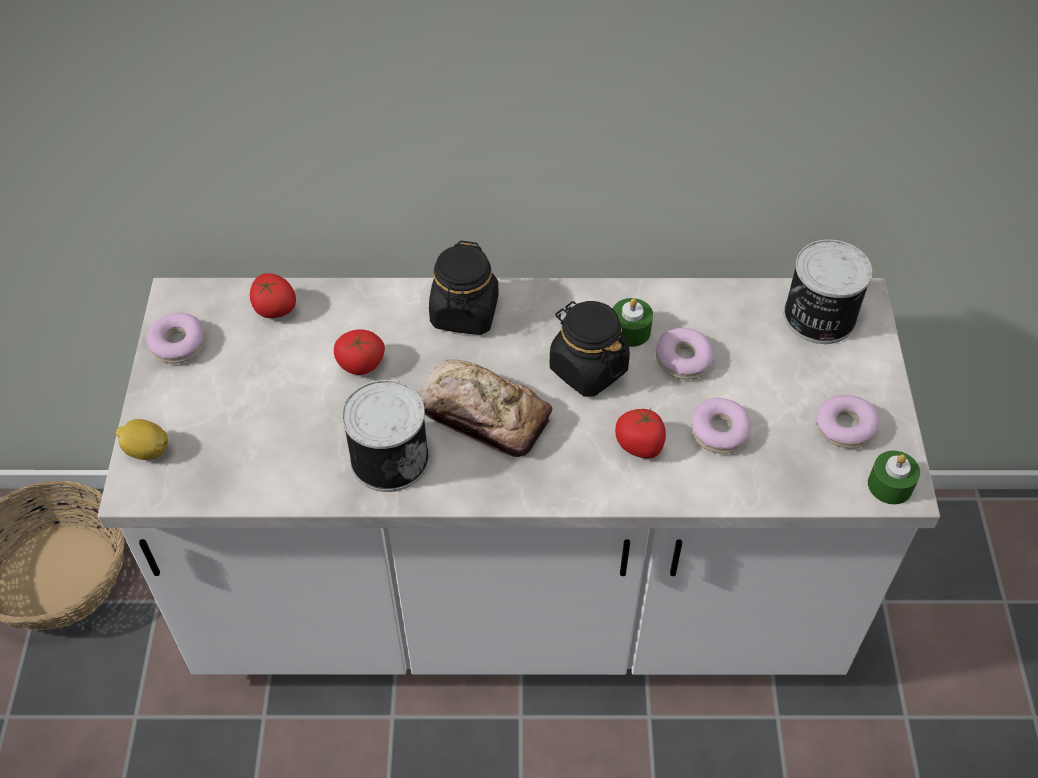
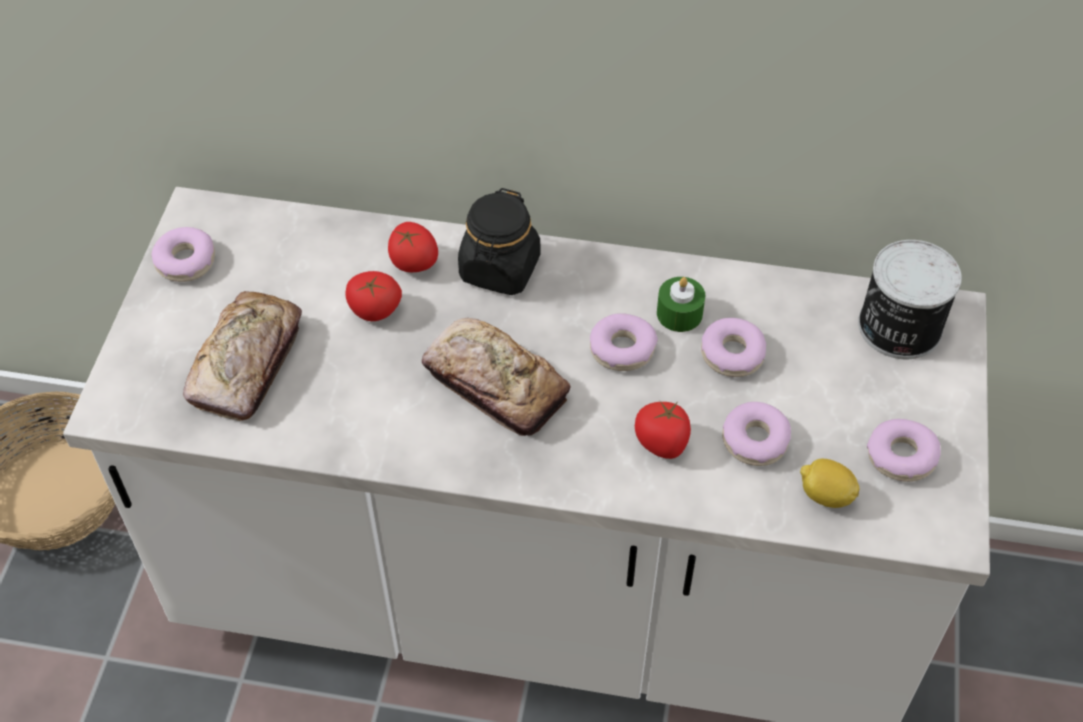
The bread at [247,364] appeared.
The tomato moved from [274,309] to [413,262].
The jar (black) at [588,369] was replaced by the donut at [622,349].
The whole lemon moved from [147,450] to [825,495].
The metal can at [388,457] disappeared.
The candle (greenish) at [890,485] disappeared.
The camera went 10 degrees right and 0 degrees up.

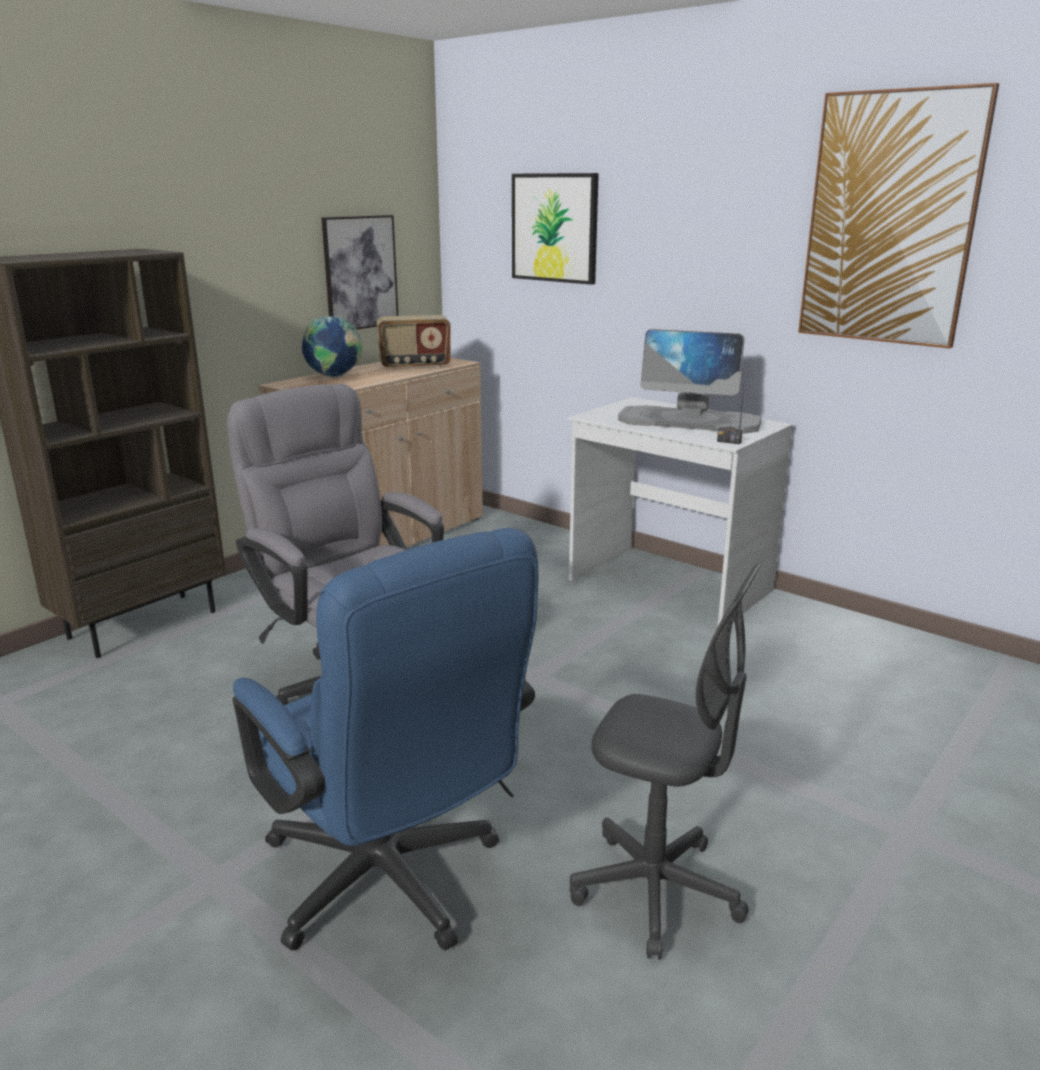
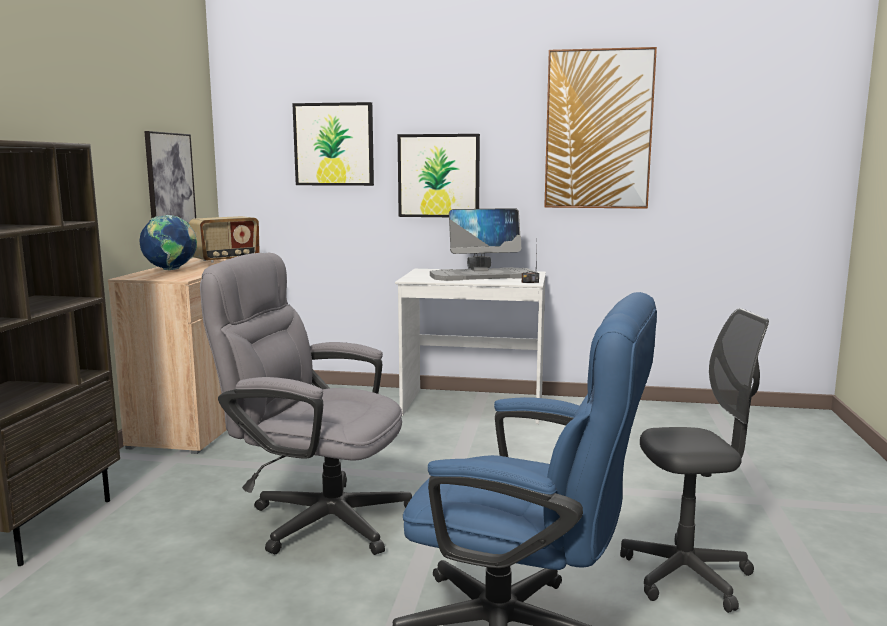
The wall picture at [438,176] appeared.
The camera went 30 degrees left and 10 degrees down.

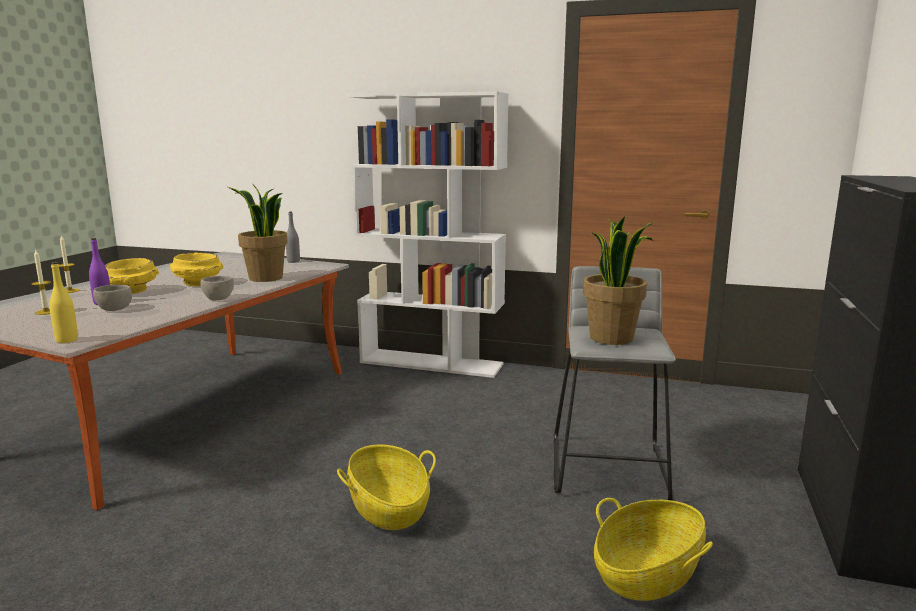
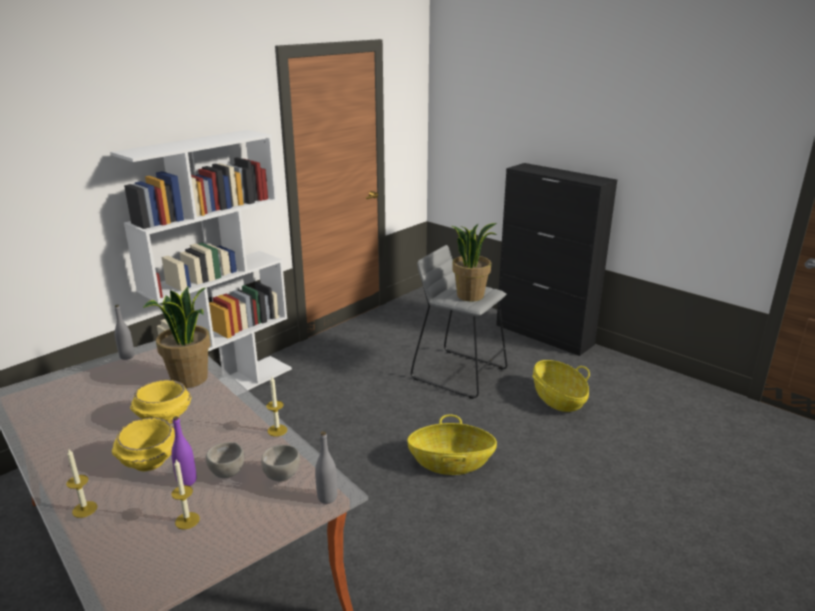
The bowl (gray) moved from [219,298] to [281,474].
The candle at [277,430] appeared.
The drink bottle (yellow) at [67,340] became the drink bottle (gray) at [327,497].
The camera went 65 degrees left and 10 degrees up.

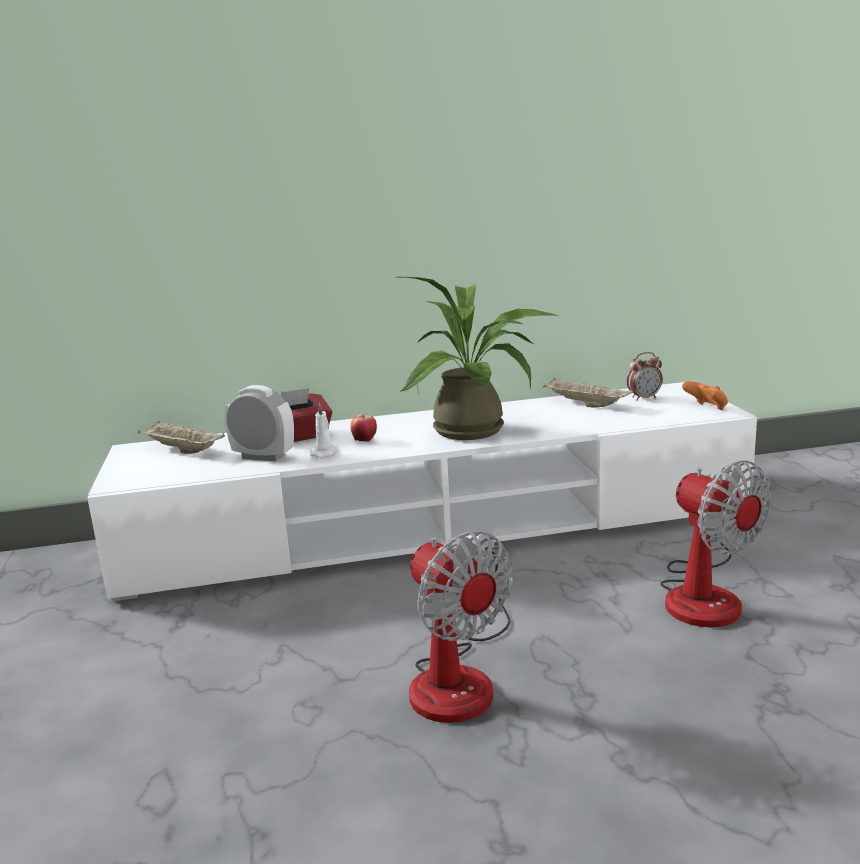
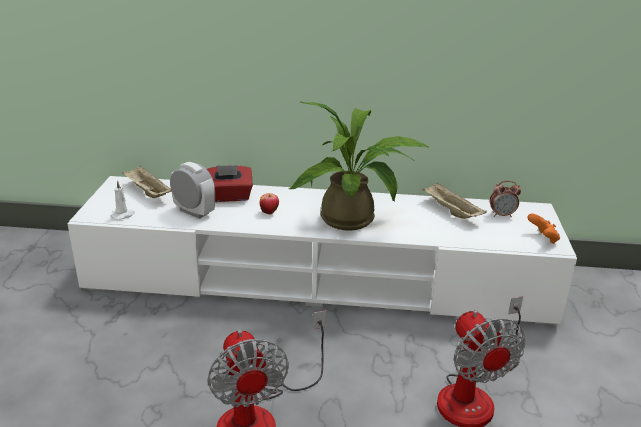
The candle (white-coloured) moved from [325,453] to [123,215].
The camera went 15 degrees right and 10 degrees up.

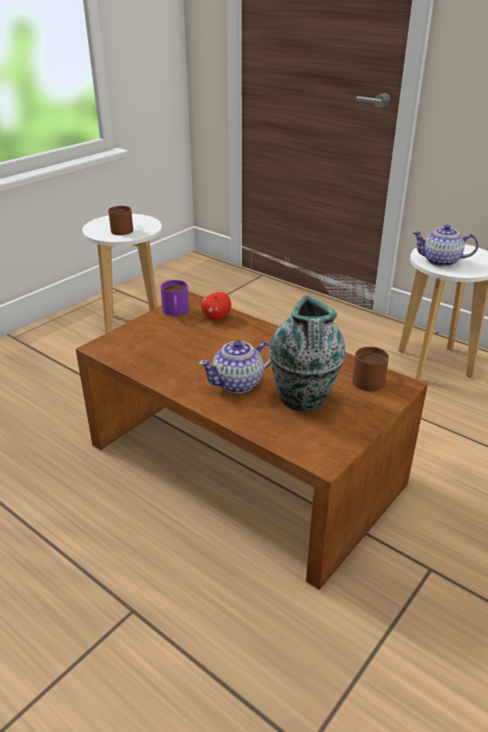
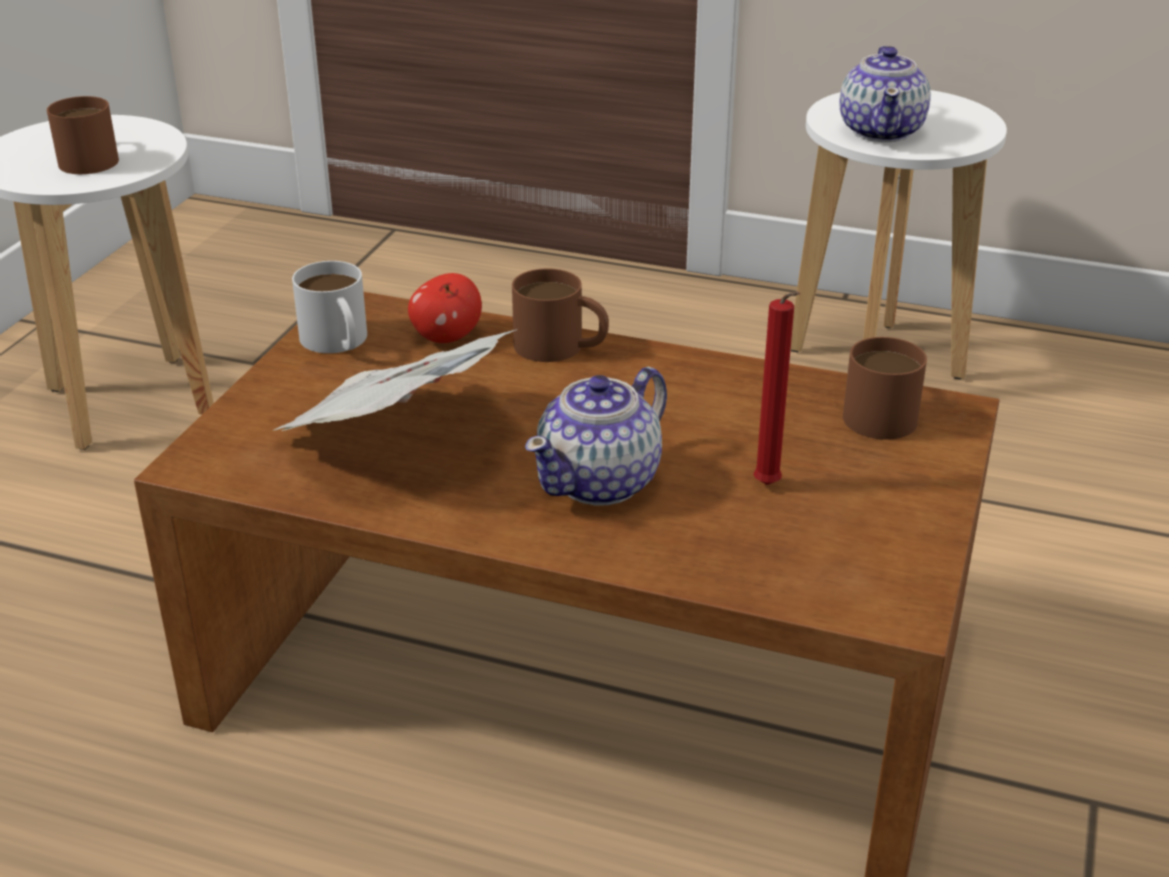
The newspaper at [397,436] appeared.
The tea mug (purplish) at [175,312] became the tea mug (white-coloured) at [338,343].
The tea mug (brown-coloured) at [561,347] appeared.
The decorative vase at [303,399] was replaced by the candle (reddish) at [769,487].
The pot for tea at [441,261] turned 75 degrees counterclockwise.
The camera went 20 degrees left and 0 degrees up.

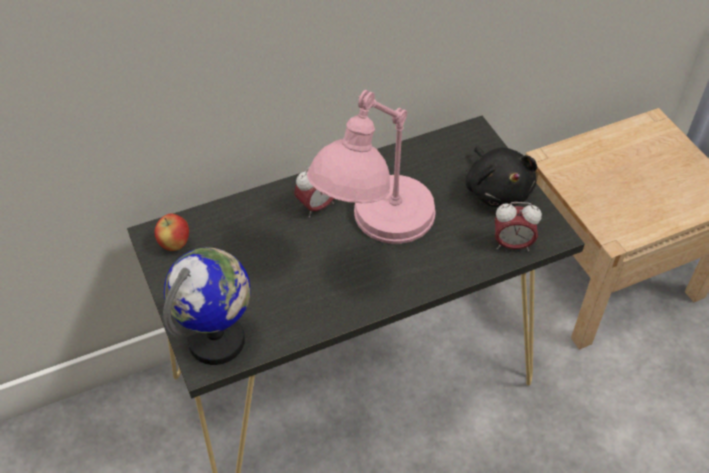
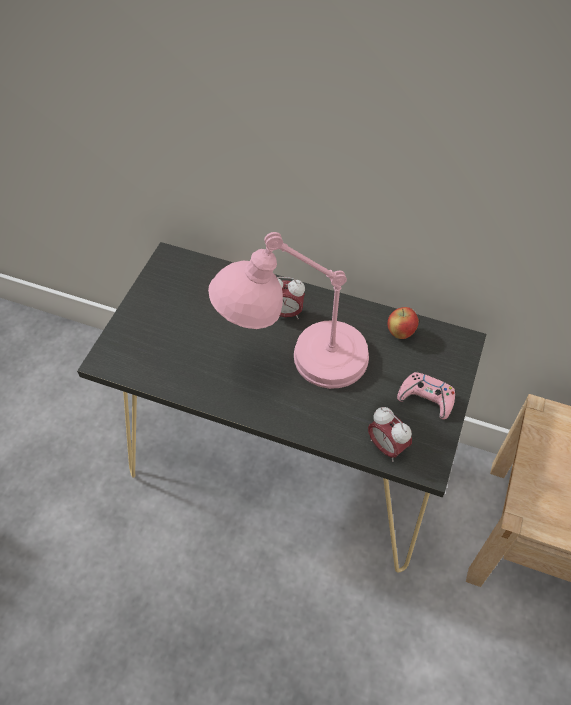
The apple fruit moved from [174,244] to [400,333].
The cuddly toy (black) at [497,190] was replaced by the joypad (pink) at [426,398].
The world globe at [217,341] disappeared.
The camera went 45 degrees right and 5 degrees up.

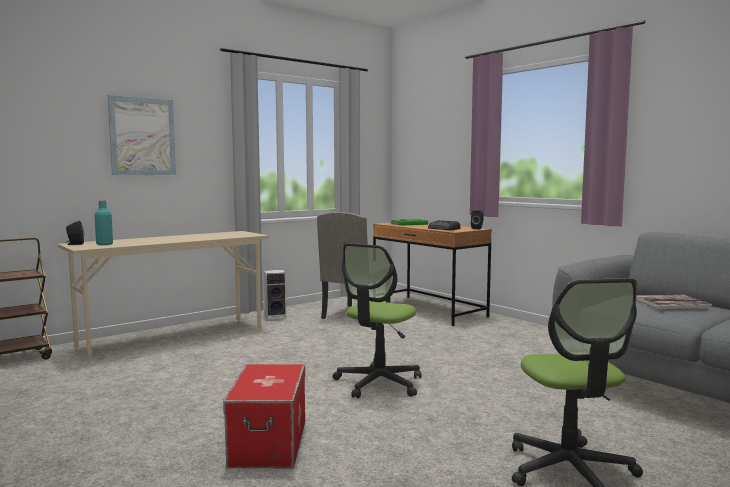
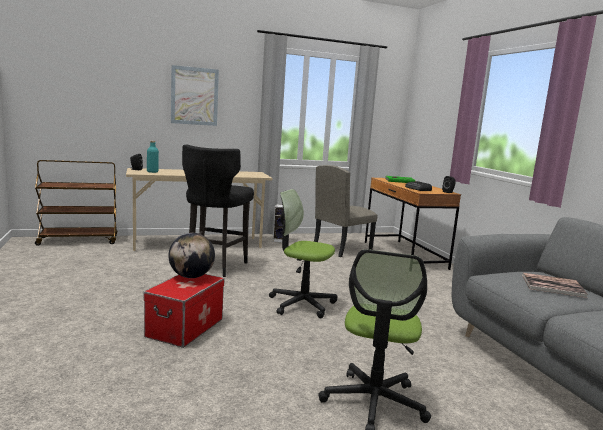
The world globe at [191,277] appeared.
The stool seat (black) at [214,266] appeared.
The office chair at [378,383] turned 60 degrees clockwise.
The camera went 20 degrees right and 5 degrees up.

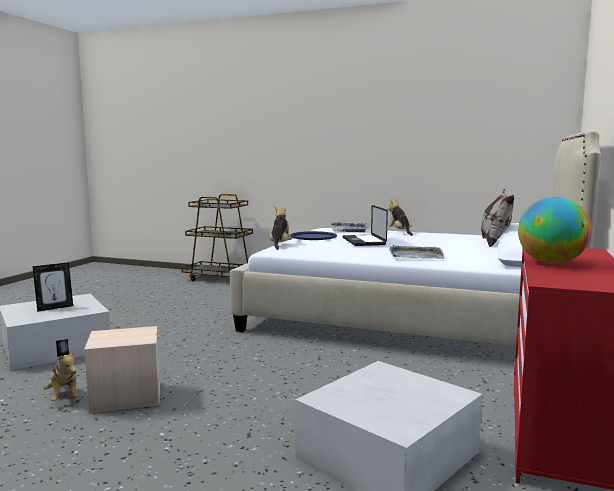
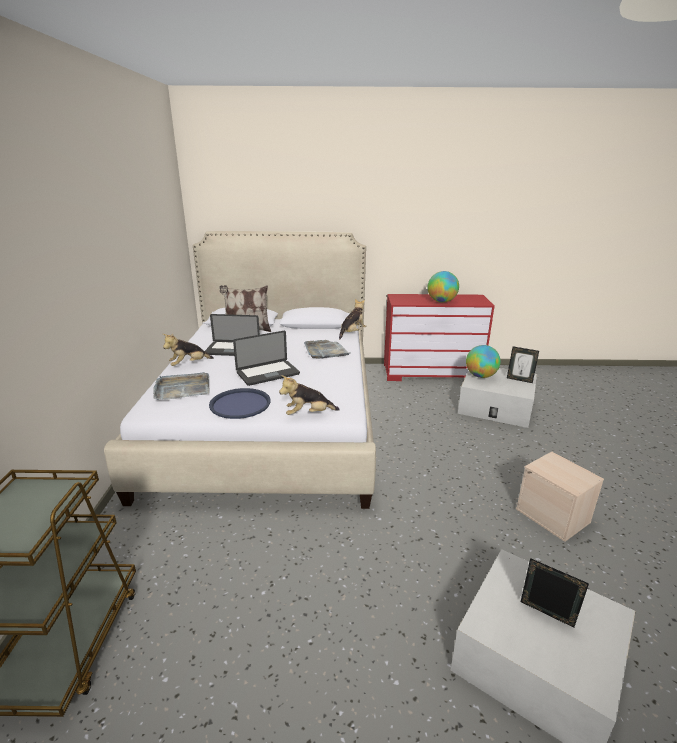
The notebook computer at [232,350] appeared.
The cuddly toy moved from [64,397] to [352,333].
The world globe at [480,376] appeared.
The picture frame at [519,379] appeared.
The camera went 110 degrees left and 15 degrees up.

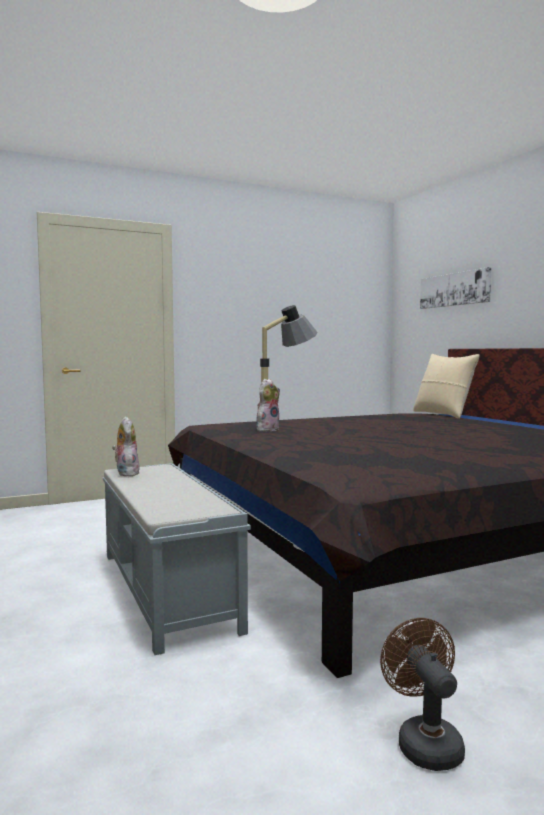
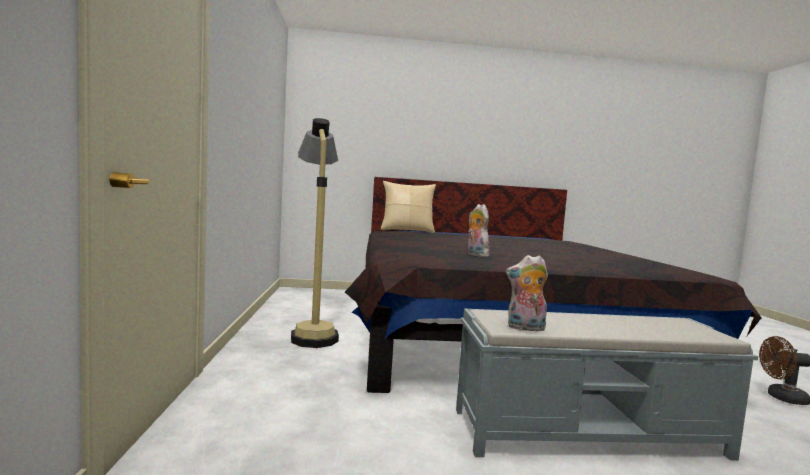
The wall picture at [454,289] disappeared.
The camera went 70 degrees left and 0 degrees up.

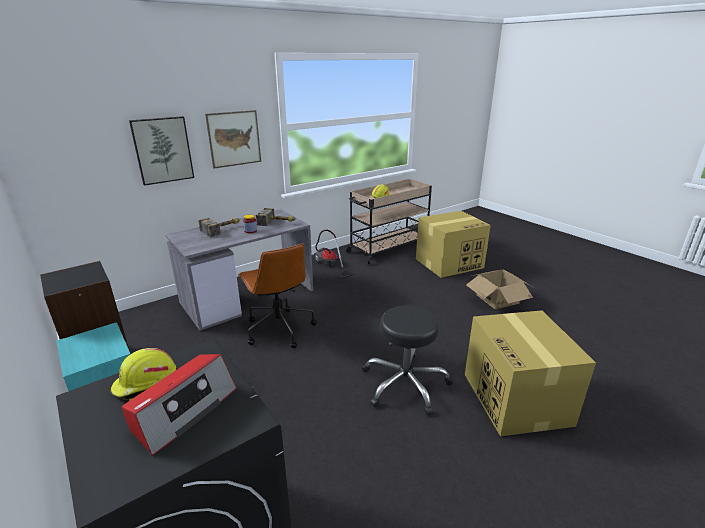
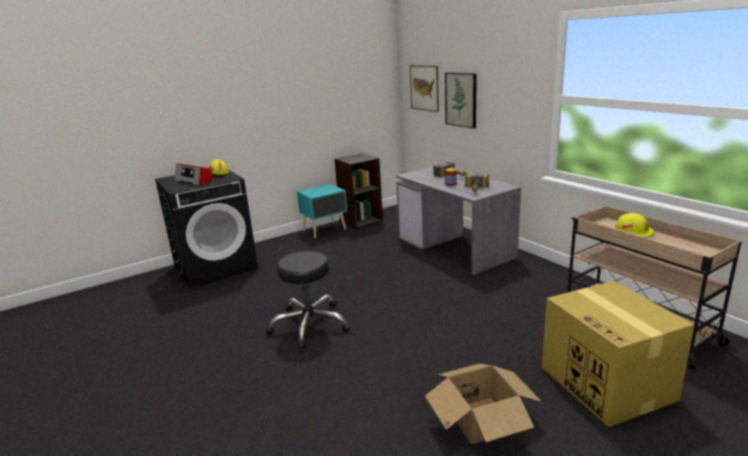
The wall picture moved from [234,139] to [424,88].
The office chair (brown-coloured) at [279,328] disappeared.
The vacuum cleaner at [329,265] disappeared.
The cardboard box at [517,399] disappeared.
The camera went 95 degrees right and 5 degrees down.

